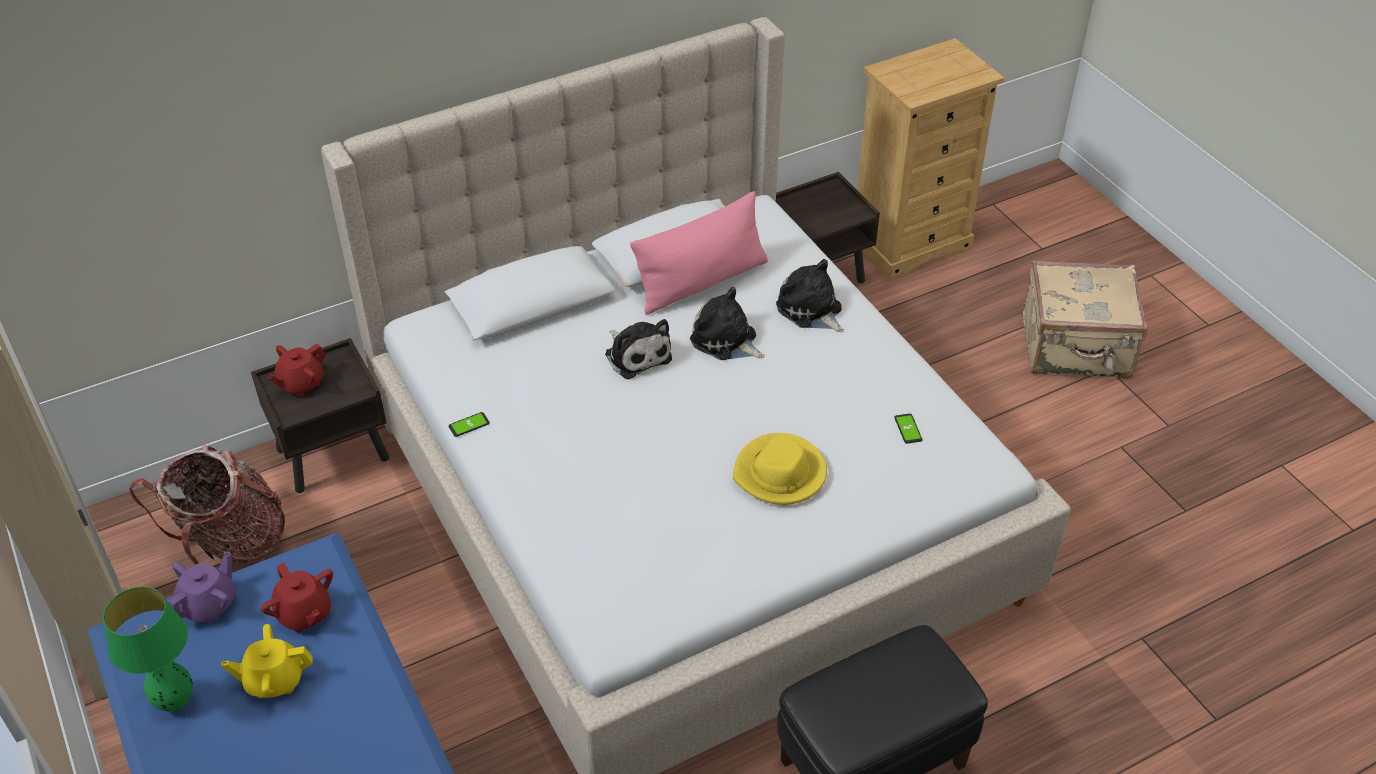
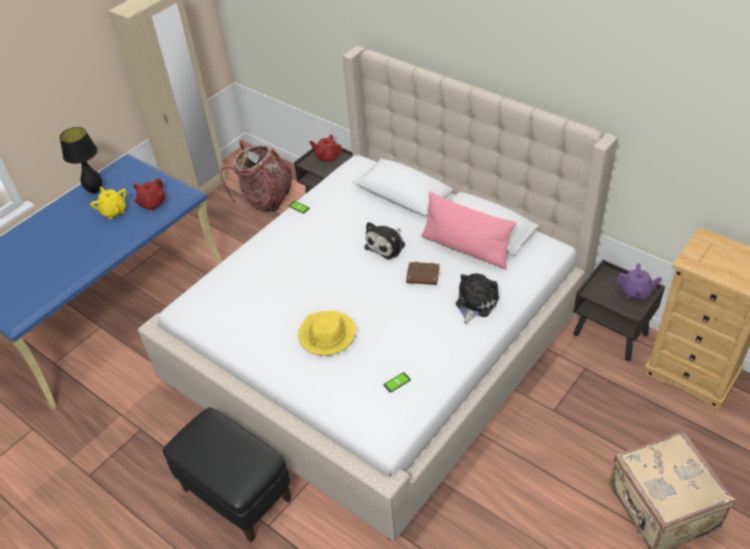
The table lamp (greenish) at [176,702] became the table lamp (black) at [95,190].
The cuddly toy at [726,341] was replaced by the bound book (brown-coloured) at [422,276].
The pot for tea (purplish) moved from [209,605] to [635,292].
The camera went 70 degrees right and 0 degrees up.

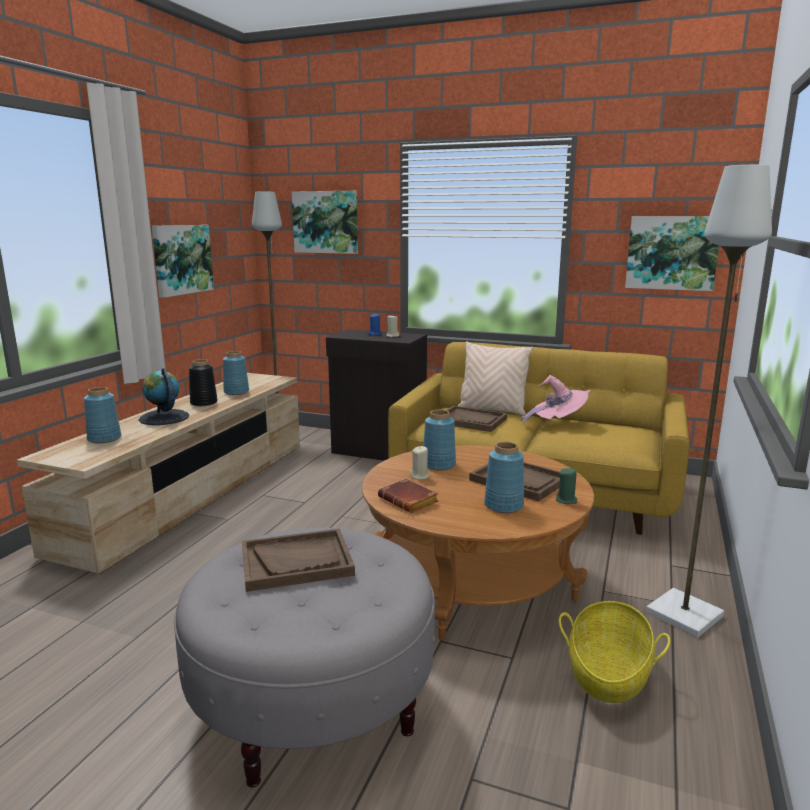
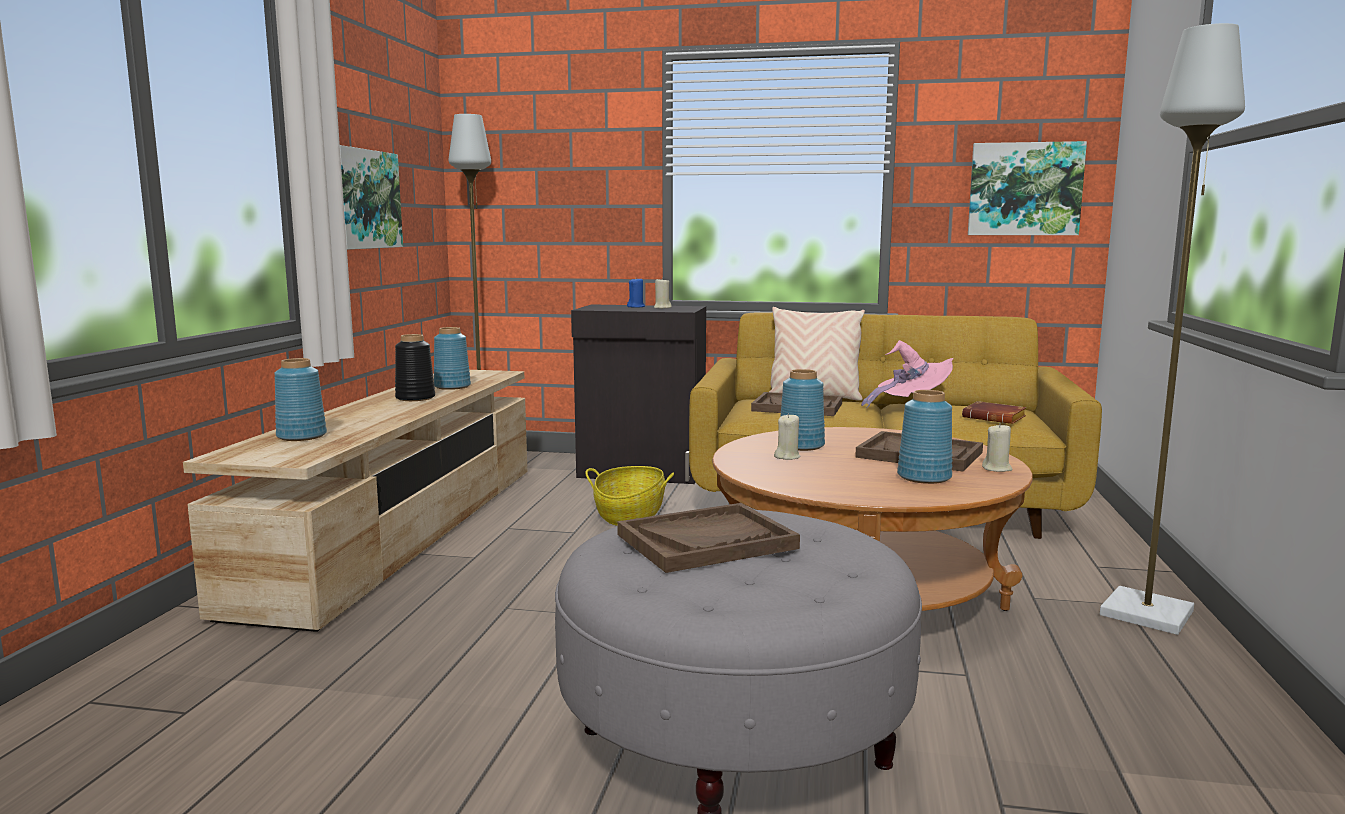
The storage basket moved from [608,673] to [630,515].
The bound book (brown-coloured) moved from [410,501] to [995,418].
The candle (greenish) at [566,500] became the candle (sand-coloured) at [997,469].
The world globe at [164,418] disappeared.
The wall picture at [326,222] disappeared.
The camera went 10 degrees left and 5 degrees down.

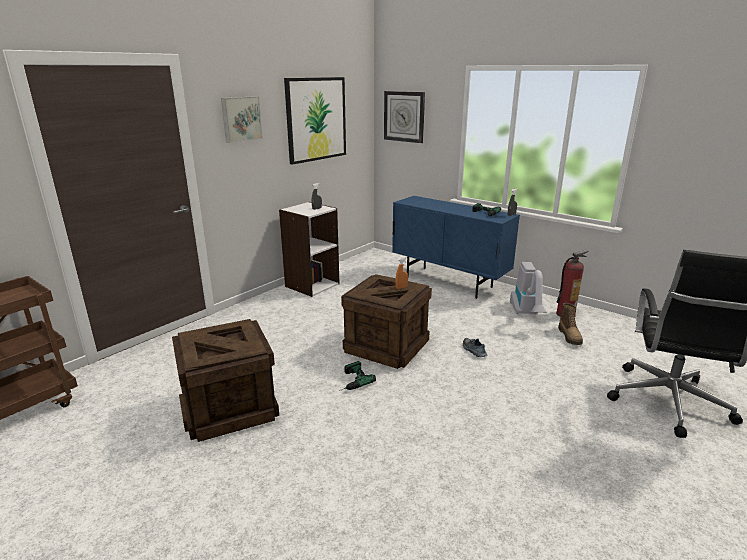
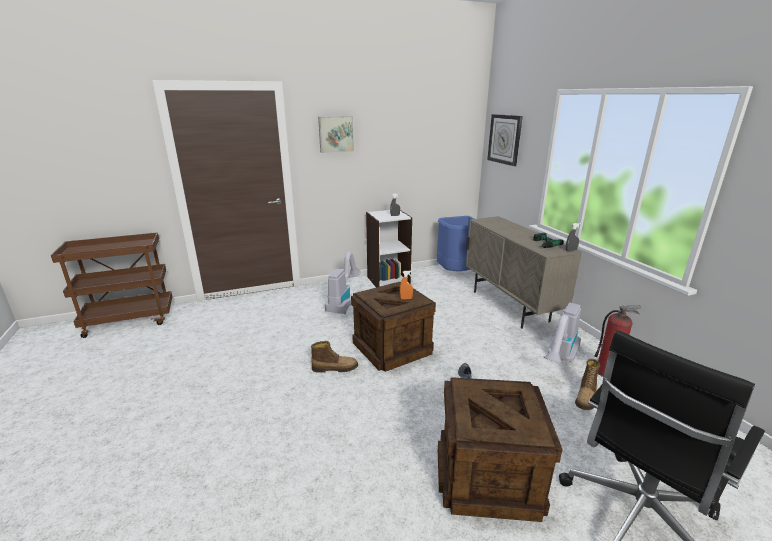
The electric drill at [350,381] was replaced by the tall boot at [335,368].
The vacuum cleaner at [343,302] appeared.
The rubbish bin (blue-coloured) at [456,273] appeared.
The crate moved from [228,408] to [486,476].
The storage cabinet (blue-coloured) at [448,282] became the storage cabinet (sand-coloured) at [509,306].
The wall picture at [316,119] disappeared.
The camera went 30 degrees right and 0 degrees up.

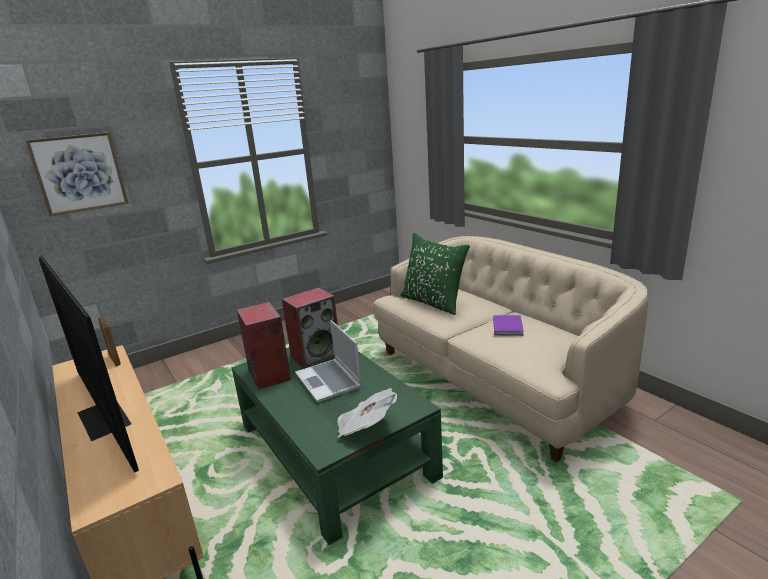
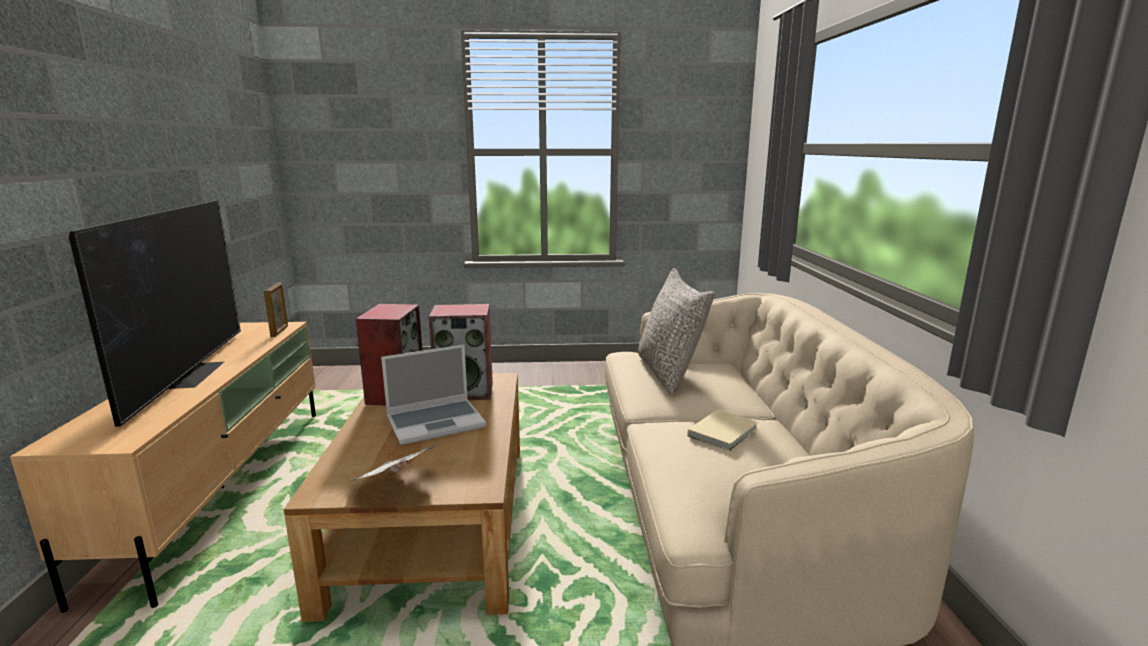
The low table (greenish) at [334,451] became the low table (brown-coloured) at [434,519].
The notebook computer at [329,381] turned 120 degrees counterclockwise.
The pillow (greenish) at [433,302] became the pillow (gray) at [669,373].
The bound book (purplish) at [508,326] became the bound book (sand-coloured) at [724,432].
The wall picture at [79,173] disappeared.
The camera went 30 degrees right and 5 degrees down.

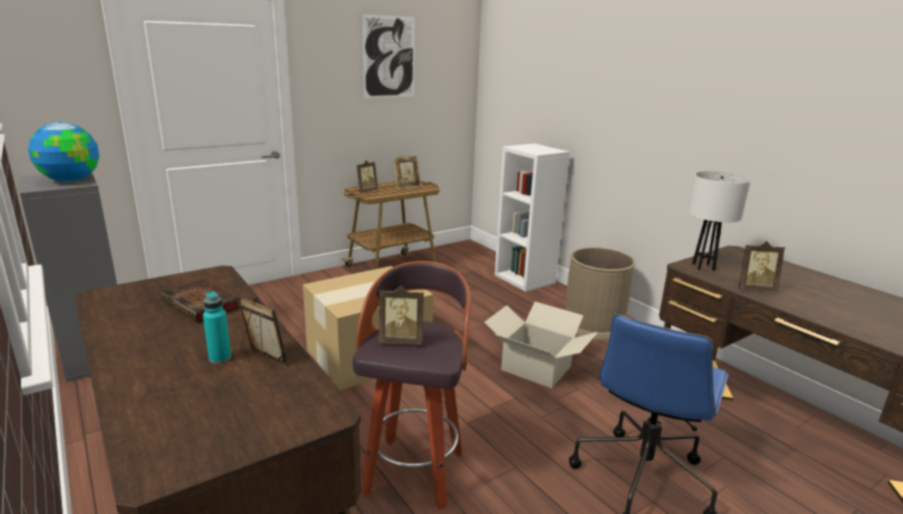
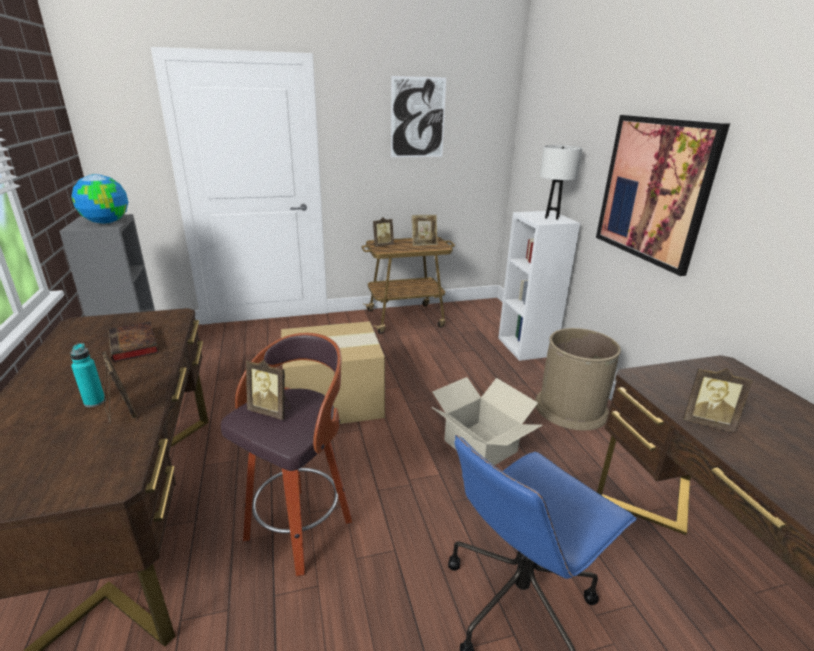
The table lamp (white-coloured) moved from [703,267] to [552,217].
The wall picture at [653,190] appeared.
The camera went 20 degrees right and 5 degrees up.

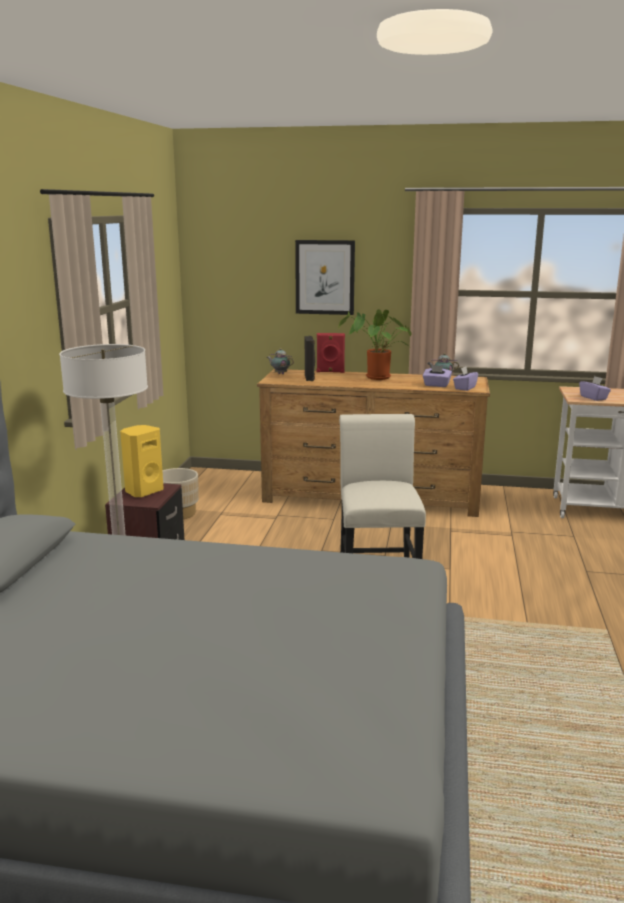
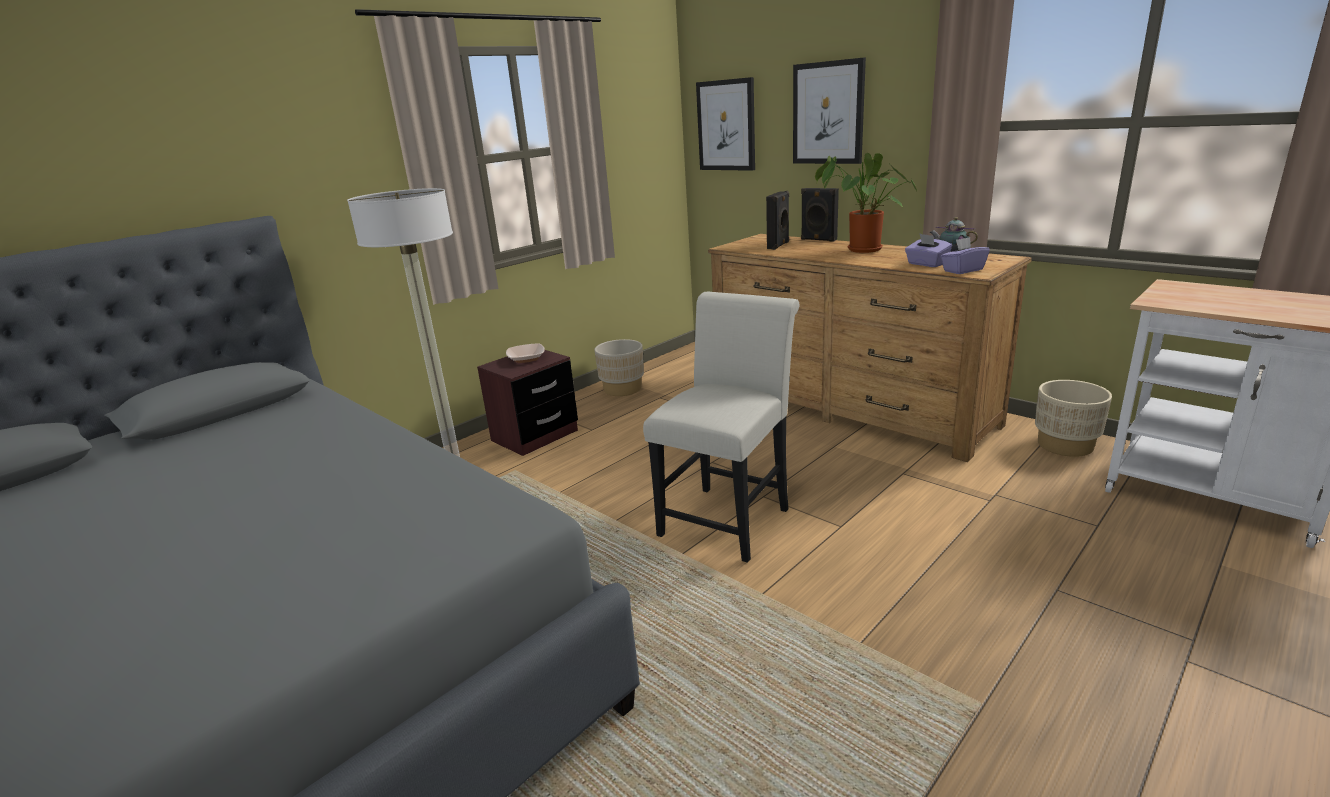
The speaker (yellow) at [143,491] was replaced by the bowl at [526,358].
The wall picture at [726,125] appeared.
The speaker (reddish) at [330,372] became the speaker (black) at [818,240].
The flower pot (sand-coloured) at [1065,445] appeared.
The pot for tea at [280,374] disappeared.
The box of tissues (purplish) at [593,398] disappeared.
The camera went 35 degrees right and 5 degrees up.

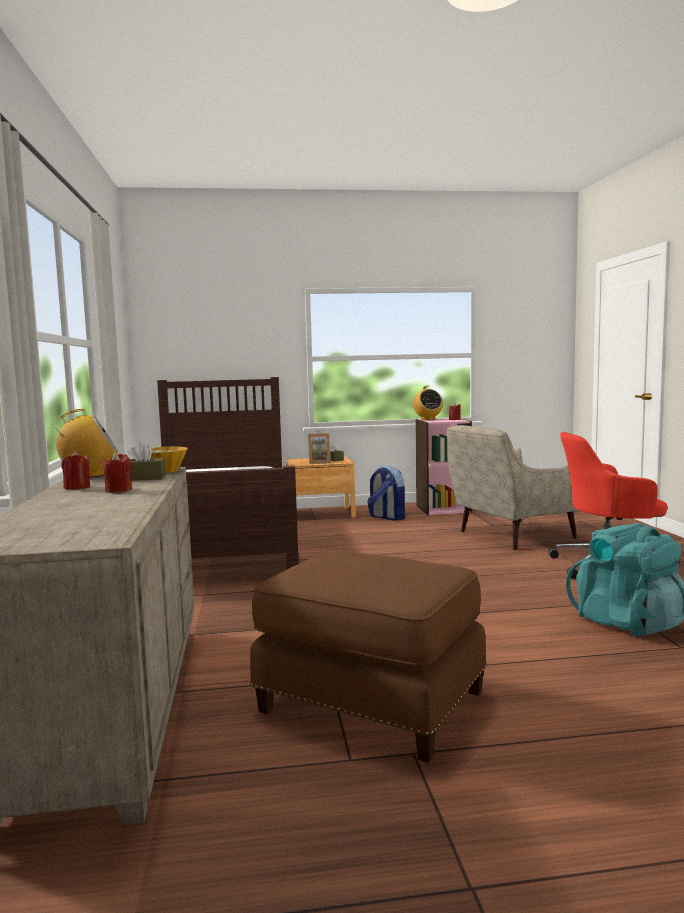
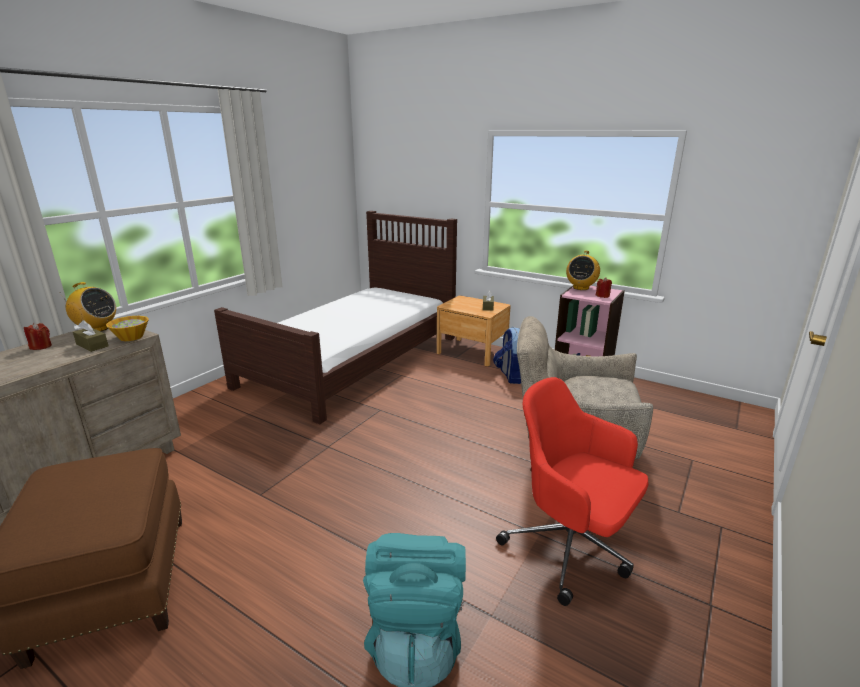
The candle (reddish) at [118,490] disappeared.
The picture frame at [319,462] disappeared.
The camera went 40 degrees right and 15 degrees up.

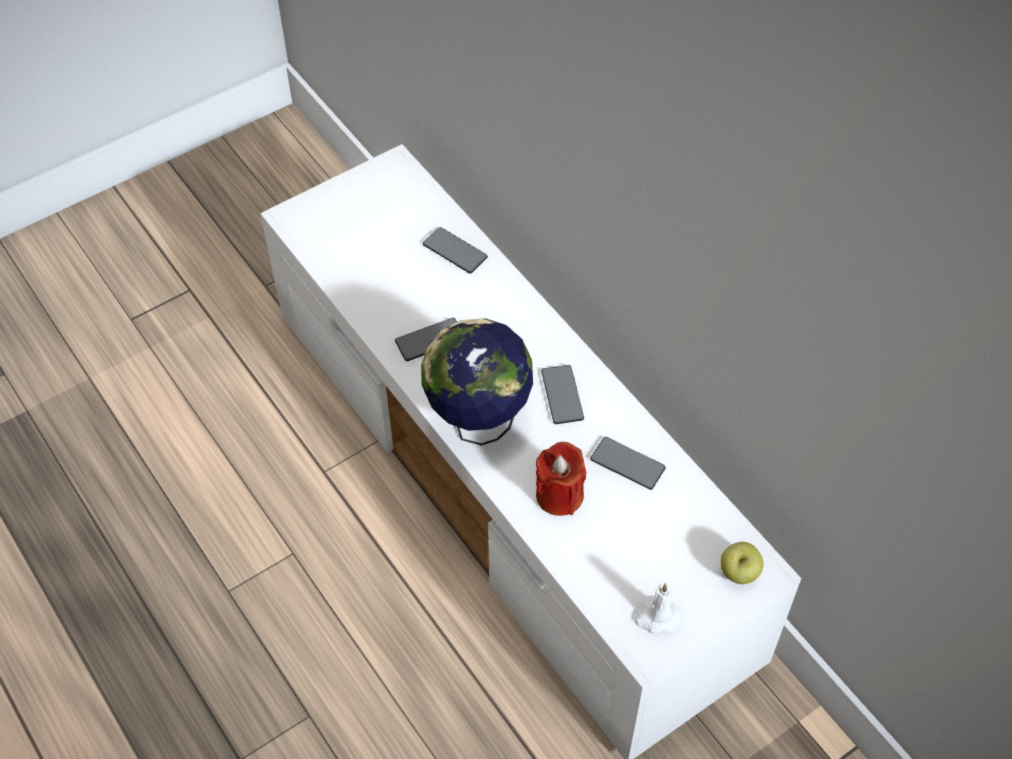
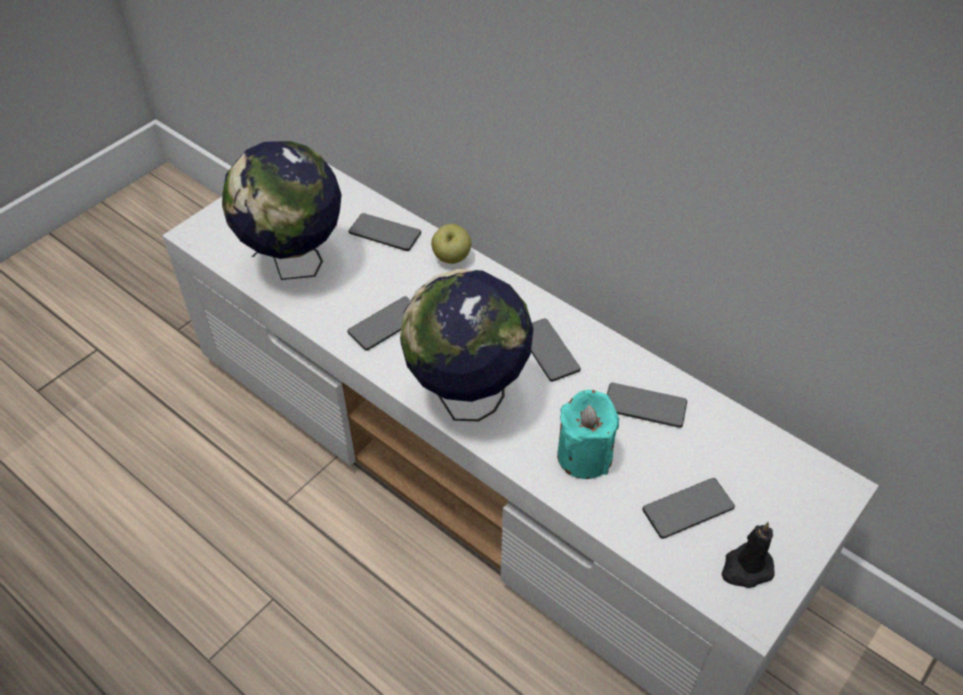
The world globe at [295,265] appeared.
The apple fruit moved from [738,573] to [451,258].
The candle (reddish) at [559,495] became the candle (turquoise-coloured) at [584,456].
The telephone at [688,509] appeared.
The candle (white-coloured) at [656,618] became the candle (black) at [746,568].
The camera went 15 degrees left and 5 degrees down.

